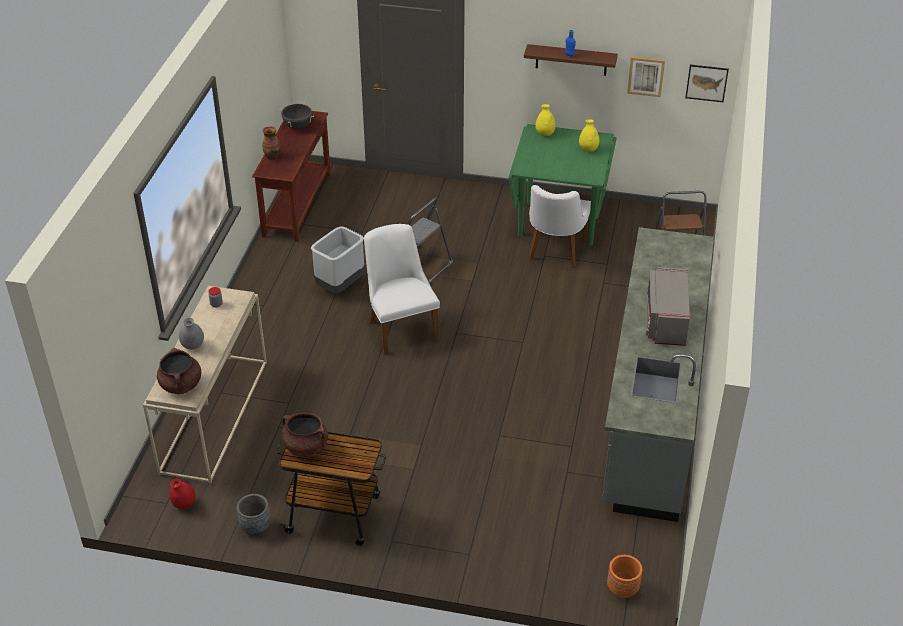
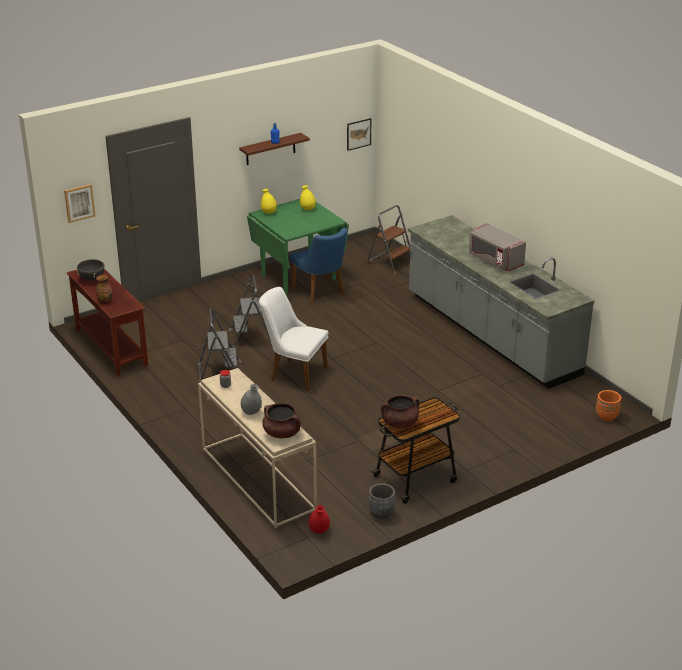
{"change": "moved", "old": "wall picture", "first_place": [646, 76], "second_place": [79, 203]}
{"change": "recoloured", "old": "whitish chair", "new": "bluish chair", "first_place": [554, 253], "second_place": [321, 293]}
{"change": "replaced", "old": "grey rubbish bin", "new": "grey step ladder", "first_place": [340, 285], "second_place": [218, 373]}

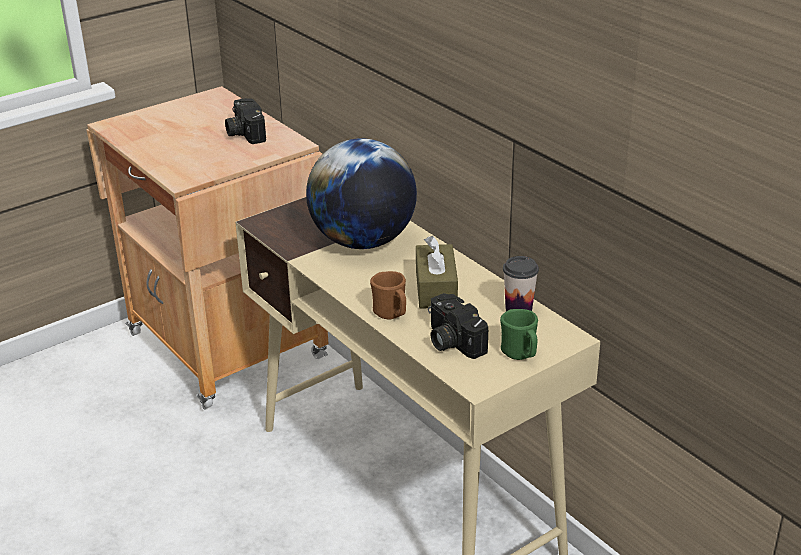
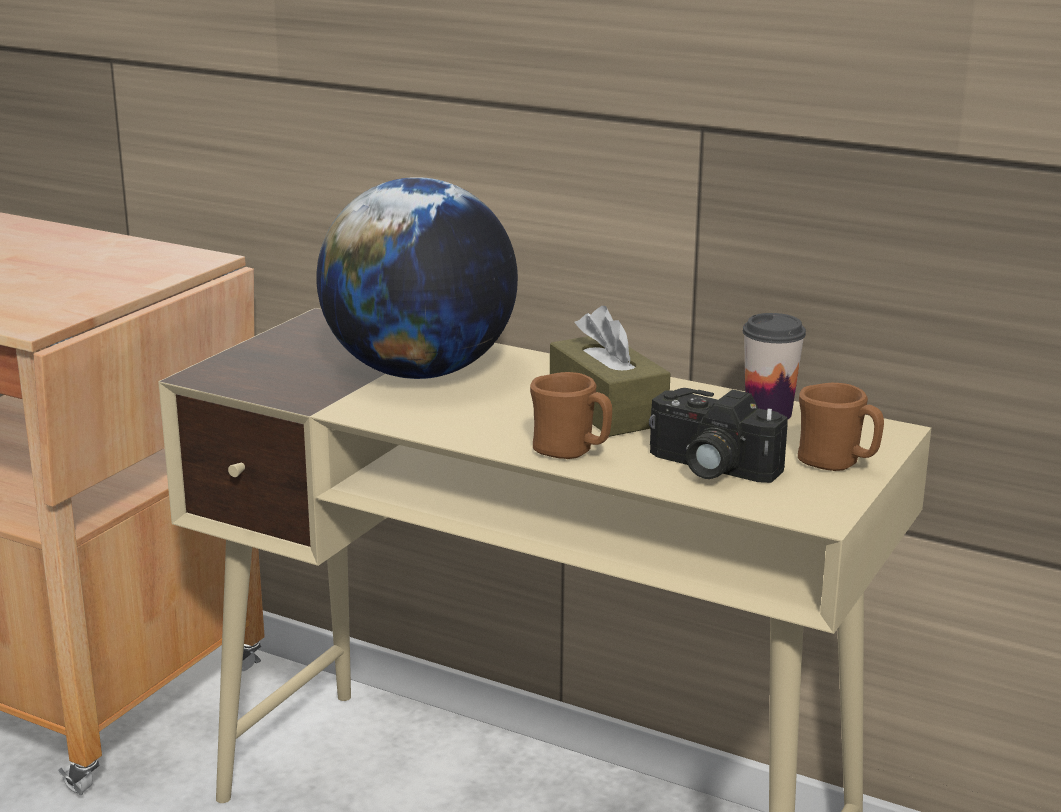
{"change": "removed", "old": "still camera", "first_place": [244, 133]}
{"change": "recoloured", "old": "greenish tea mug", "new": "brownish tea mug", "first_place": [520, 354], "second_place": [836, 464]}

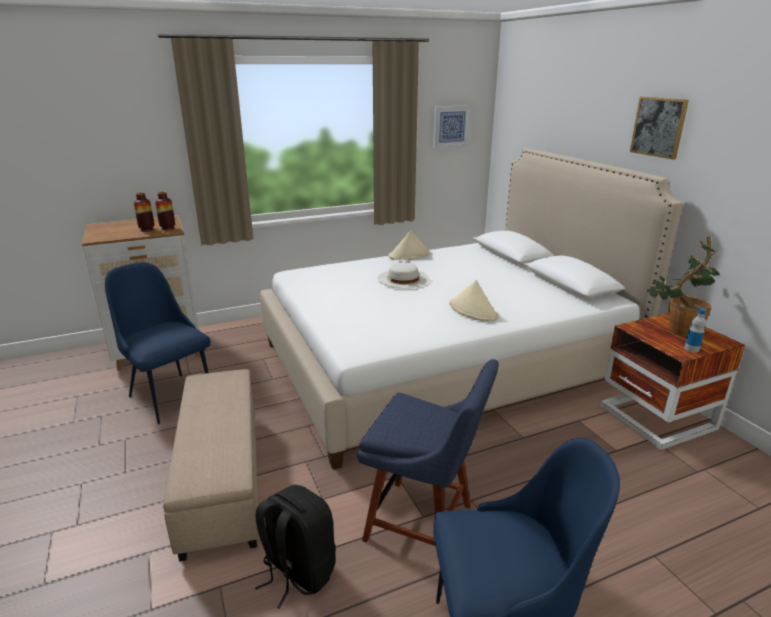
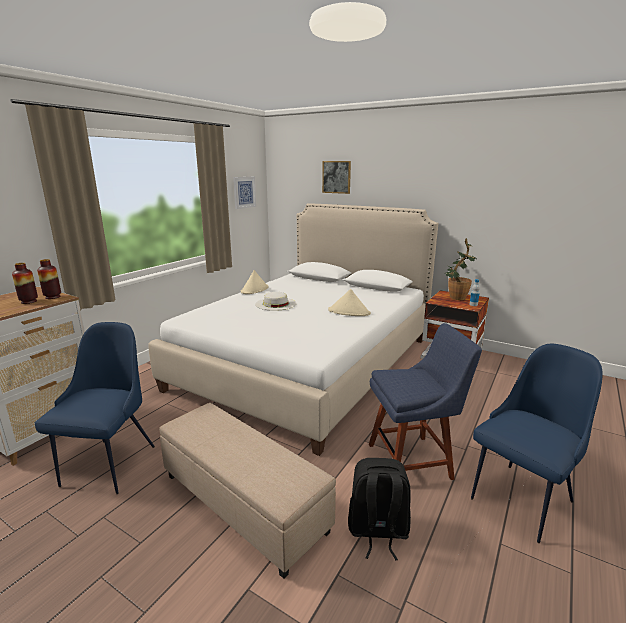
{"change": "moved", "old": "wall picture", "first_place": [659, 127], "second_place": [336, 177]}
{"change": "turned", "old": "bluish chair", "first_place": [170, 398], "second_place": [110, 465], "degrees": 90}

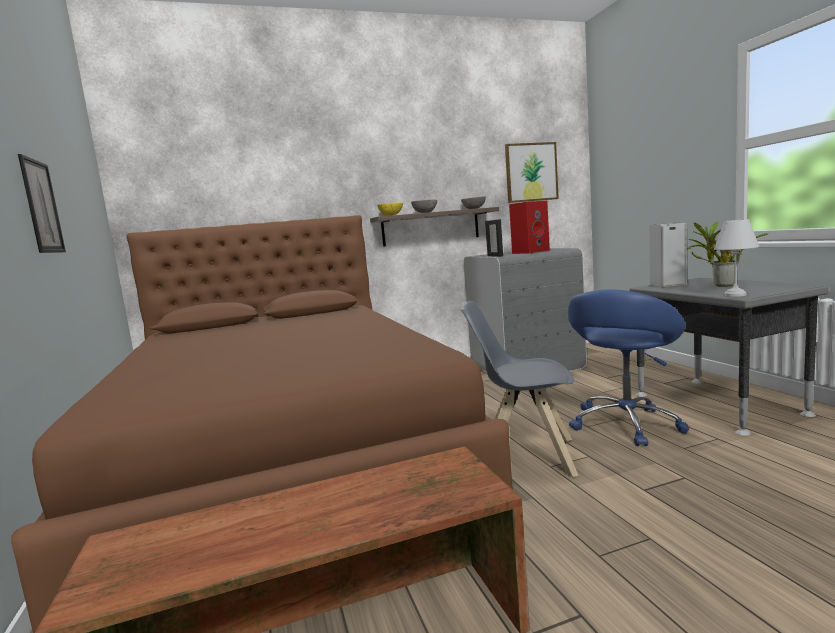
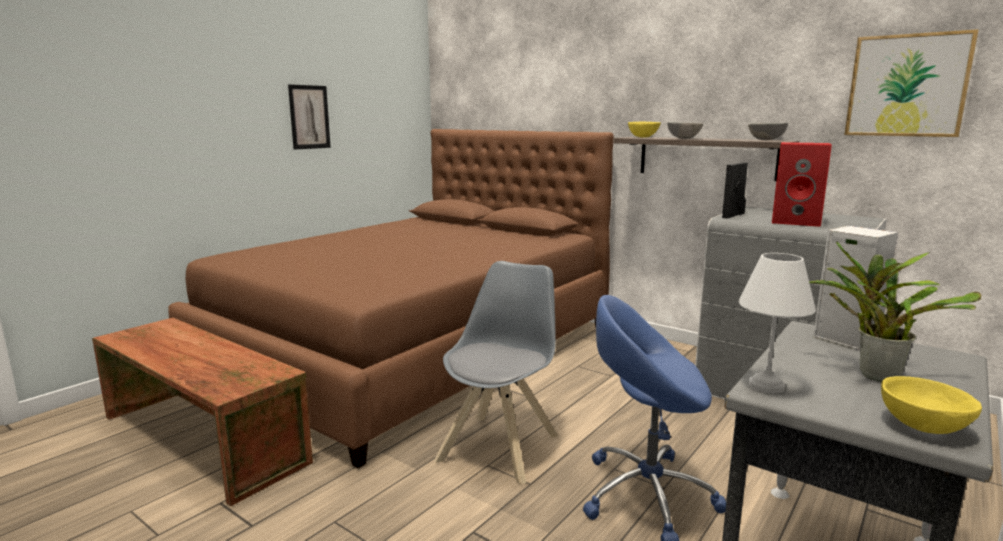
{"change": "turned", "old": "grey chair", "first_place": [524, 455], "second_place": [500, 445], "degrees": 45}
{"change": "added", "new": "yellow-coloured deep dish", "second_place": [922, 426]}

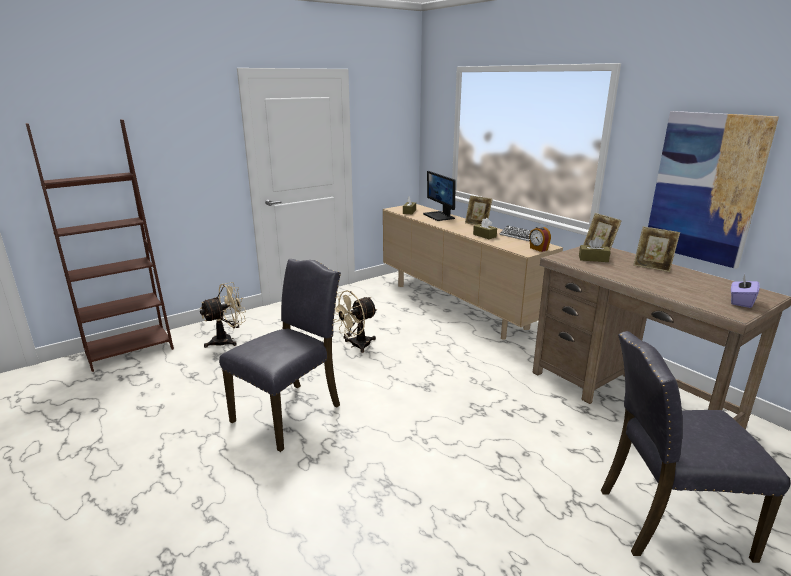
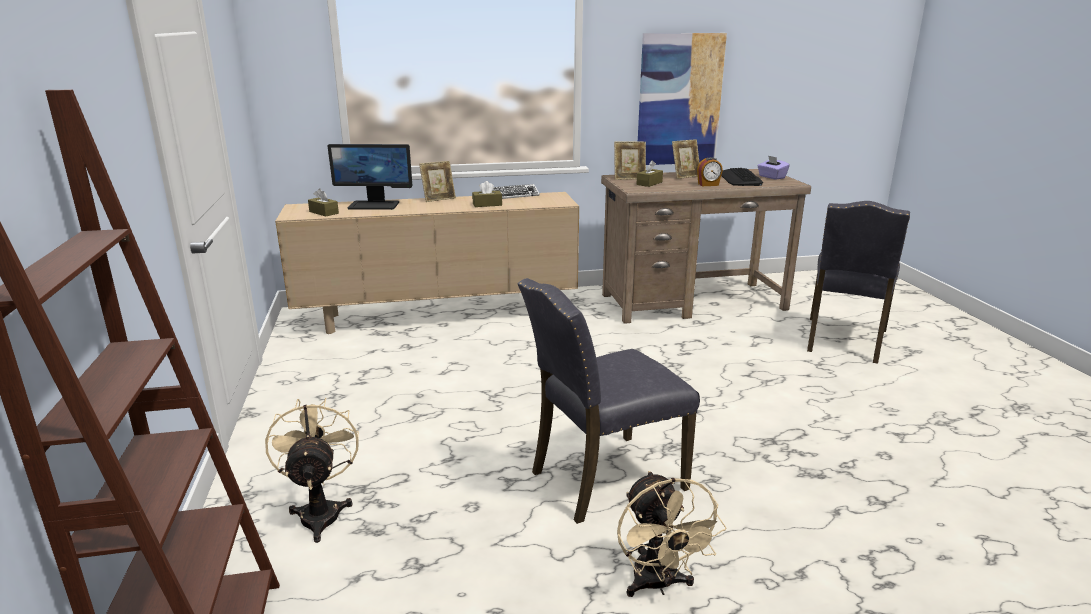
{"change": "moved", "old": "bedside clock", "first_place": [538, 249], "second_place": [708, 185]}
{"change": "turned", "old": "grey chair", "first_place": [290, 412], "second_place": [603, 479], "degrees": -90}
{"change": "moved", "old": "beige-coloured electric fan", "first_place": [356, 345], "second_place": [658, 585]}
{"change": "added", "new": "keyboard", "second_place": [739, 178]}

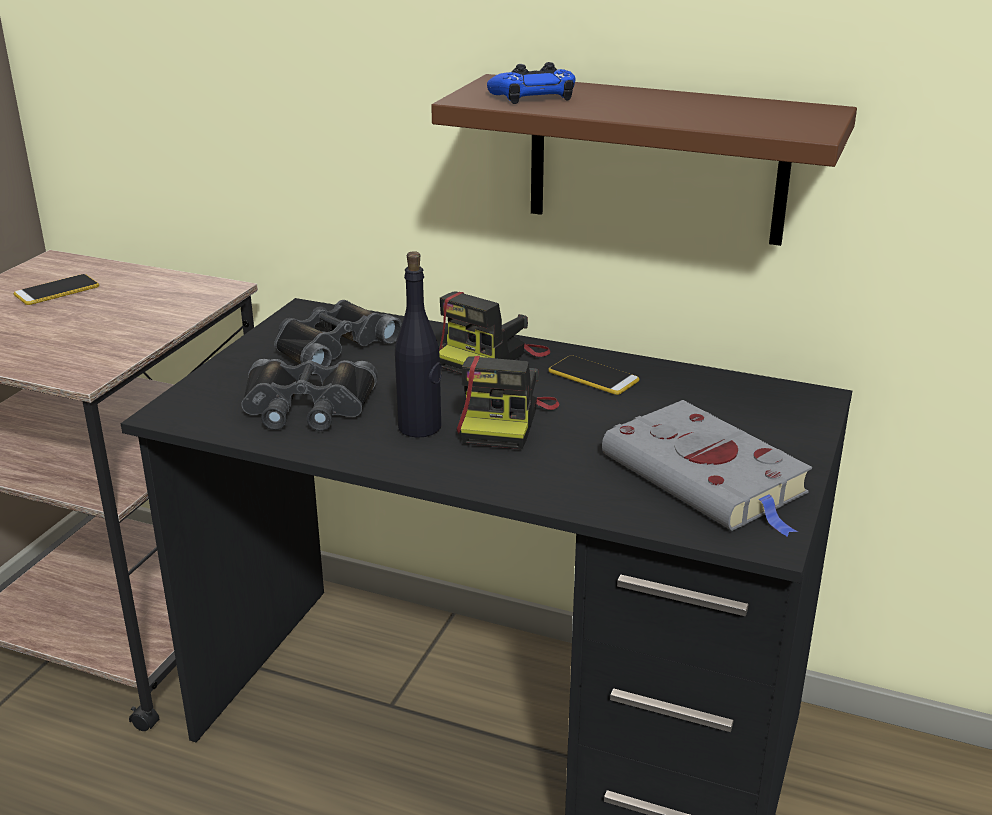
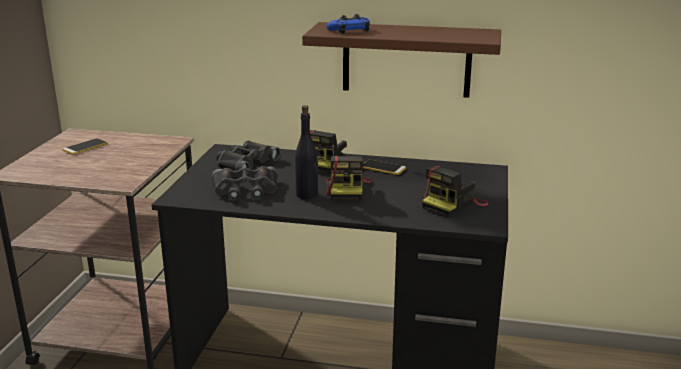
{"change": "replaced", "old": "grey bound book", "new": "still camera", "first_place": [708, 477], "second_place": [453, 204]}

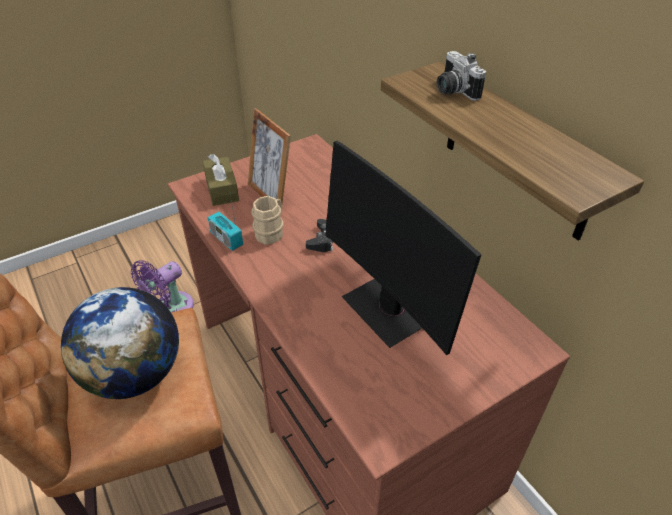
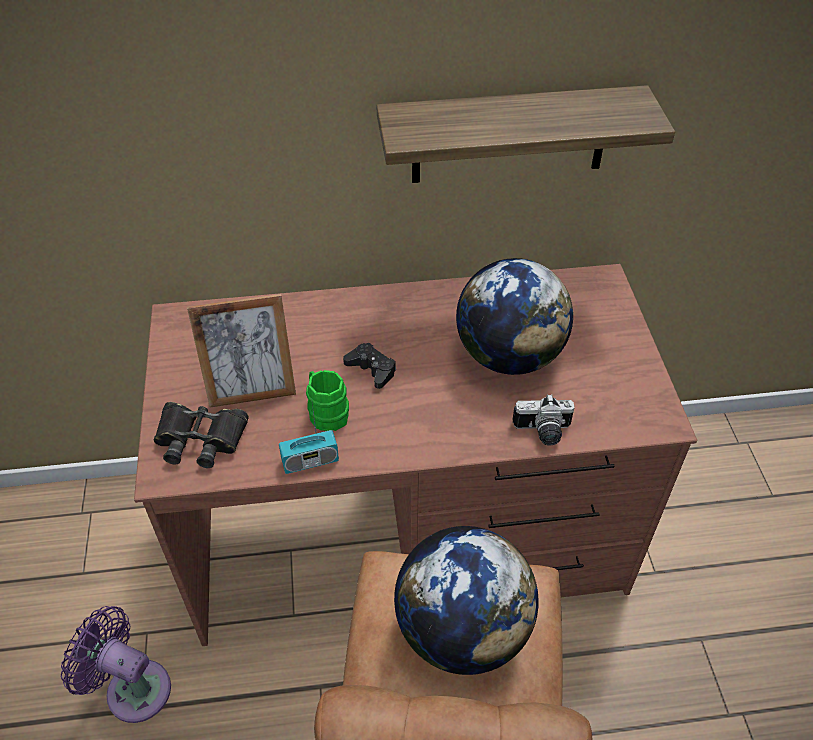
{"change": "moved", "old": "still camera", "first_place": [453, 90], "second_place": [543, 432]}
{"change": "replaced", "old": "monitor", "new": "world globe", "first_place": [389, 309], "second_place": [509, 355]}
{"change": "replaced", "old": "brownish tissue holder", "new": "black binoculars", "first_place": [222, 189], "second_place": [200, 438]}
{"change": "recoloured", "old": "beige-coloured tea mug", "new": "greenish tea mug", "first_place": [271, 232], "second_place": [326, 412]}
{"change": "turned", "old": "purple-coloured electric fan", "first_place": [170, 309], "second_place": [132, 688], "degrees": 135}

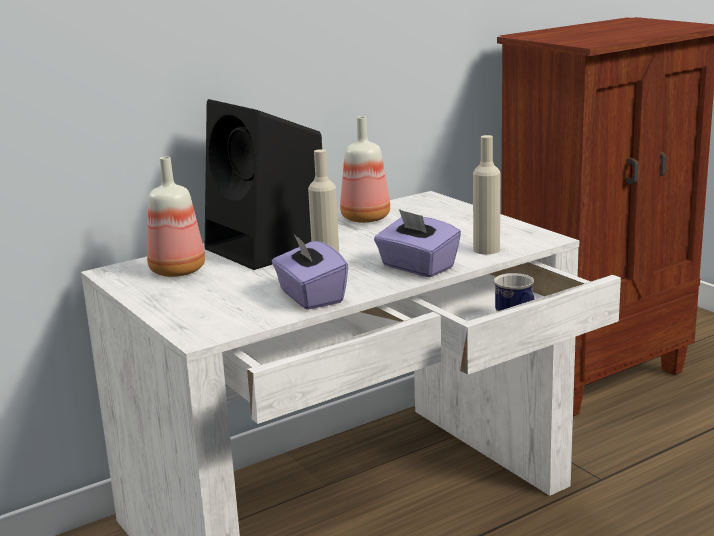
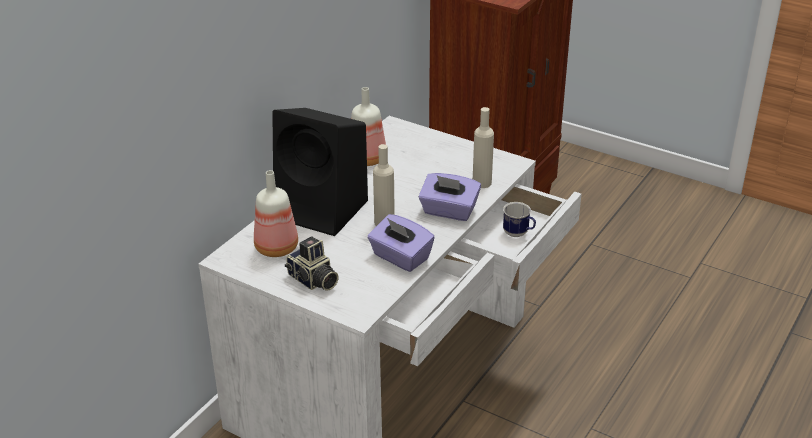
{"change": "added", "new": "still camera", "second_place": [312, 280]}

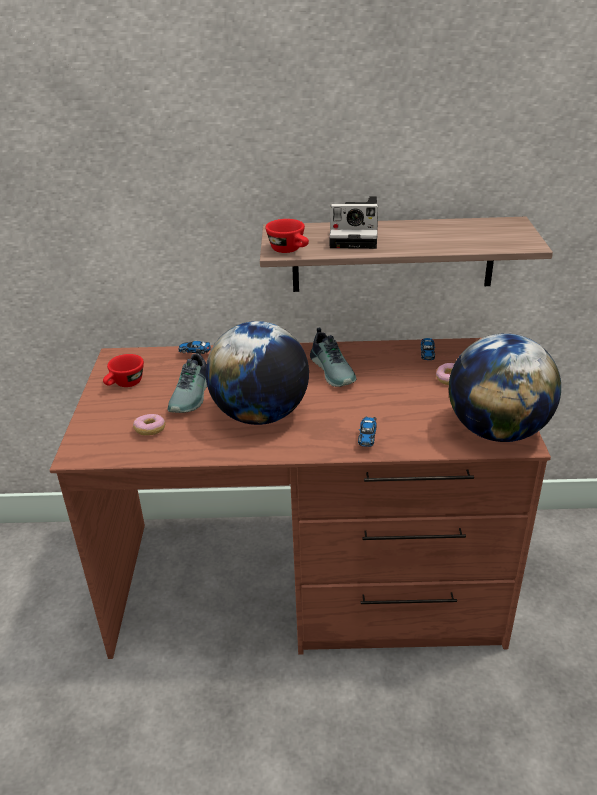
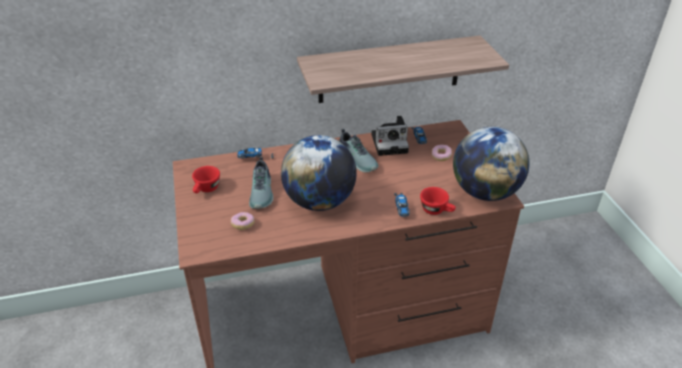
{"change": "moved", "old": "still camera", "first_place": [356, 237], "second_place": [391, 143]}
{"change": "moved", "old": "red small cup", "first_place": [290, 250], "second_place": [437, 210]}

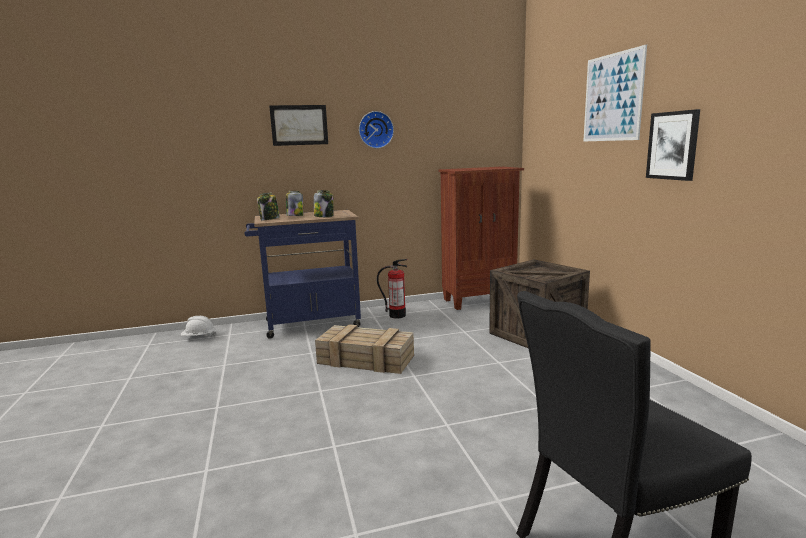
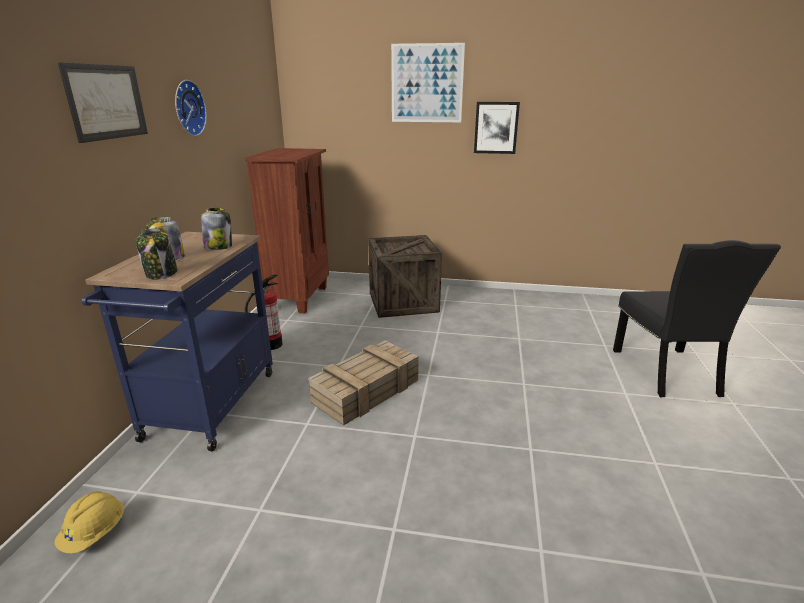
{"change": "recoloured", "old": "whitish safety helmet", "new": "yellow-coloured safety helmet", "first_place": [199, 337], "second_place": [95, 534]}

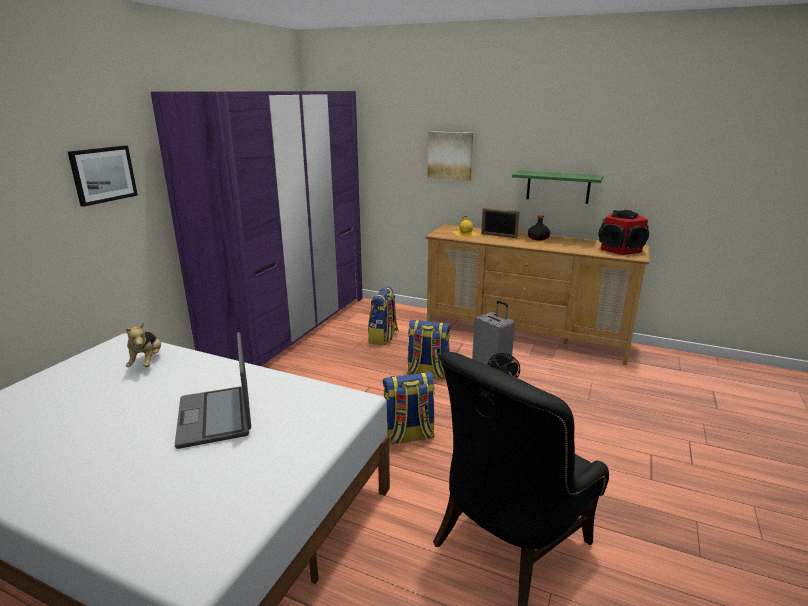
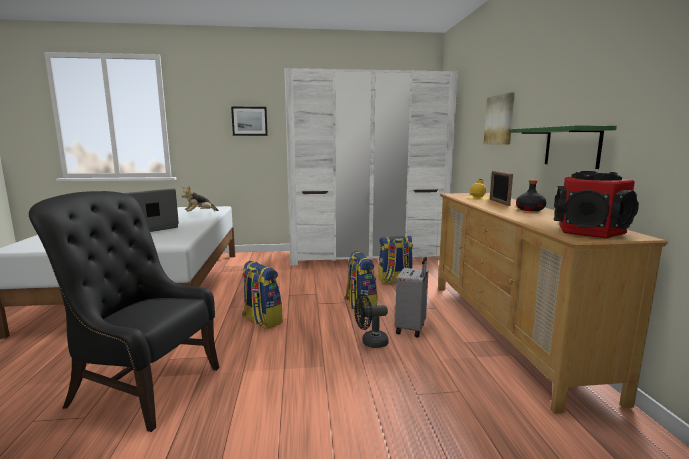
{"change": "recoloured", "old": "purple-coloured clothes cupboard", "new": "whitish clothes cupboard", "first_place": [291, 326], "second_place": [366, 255]}

